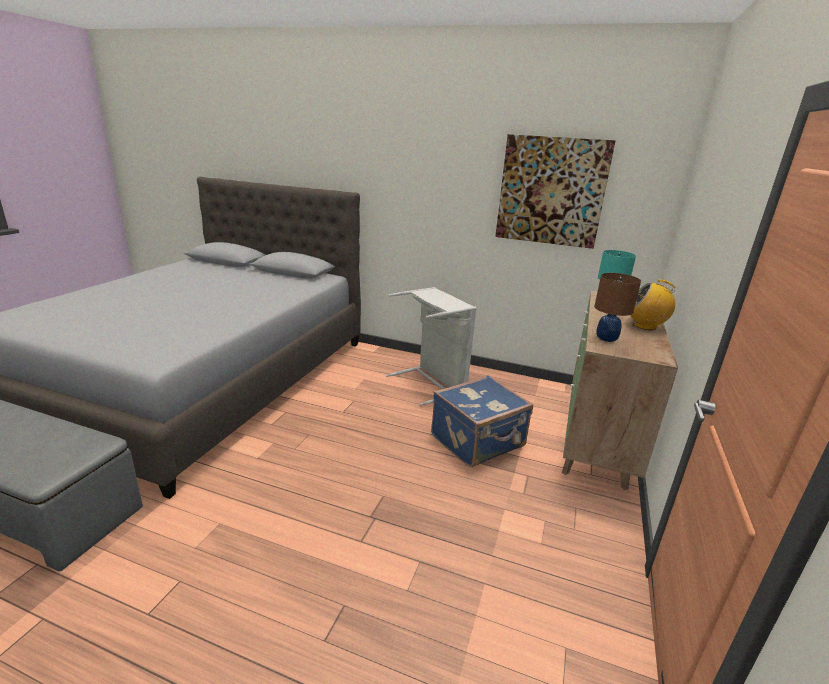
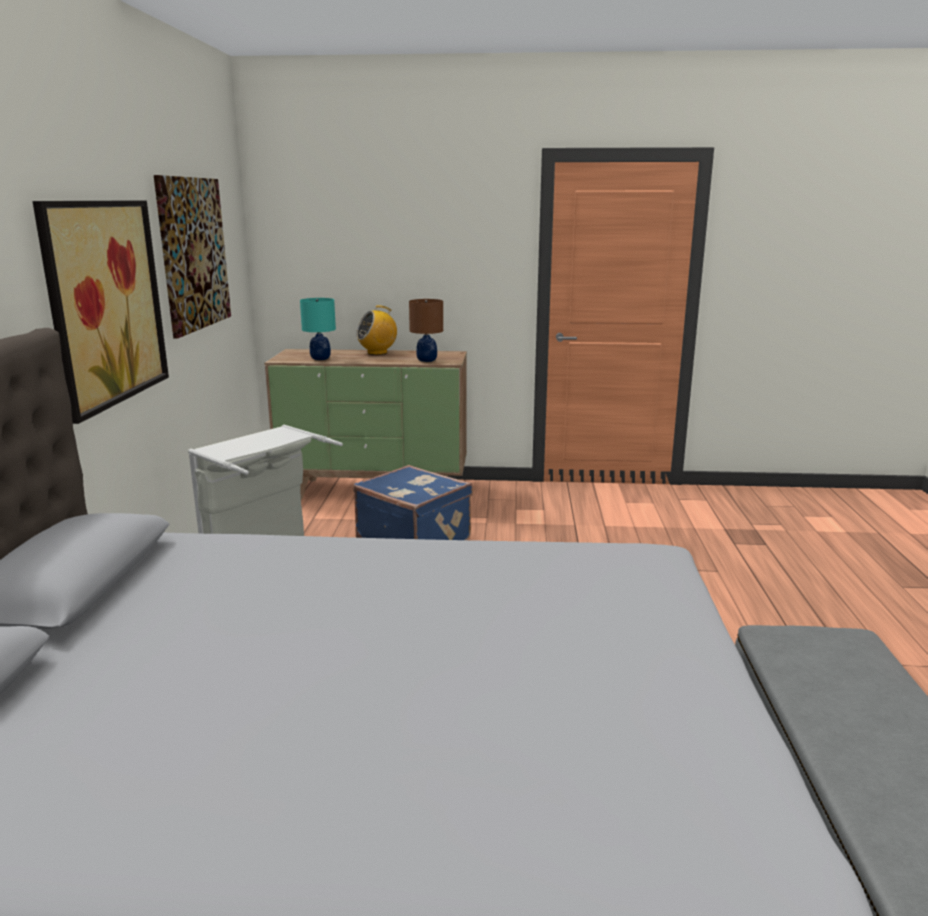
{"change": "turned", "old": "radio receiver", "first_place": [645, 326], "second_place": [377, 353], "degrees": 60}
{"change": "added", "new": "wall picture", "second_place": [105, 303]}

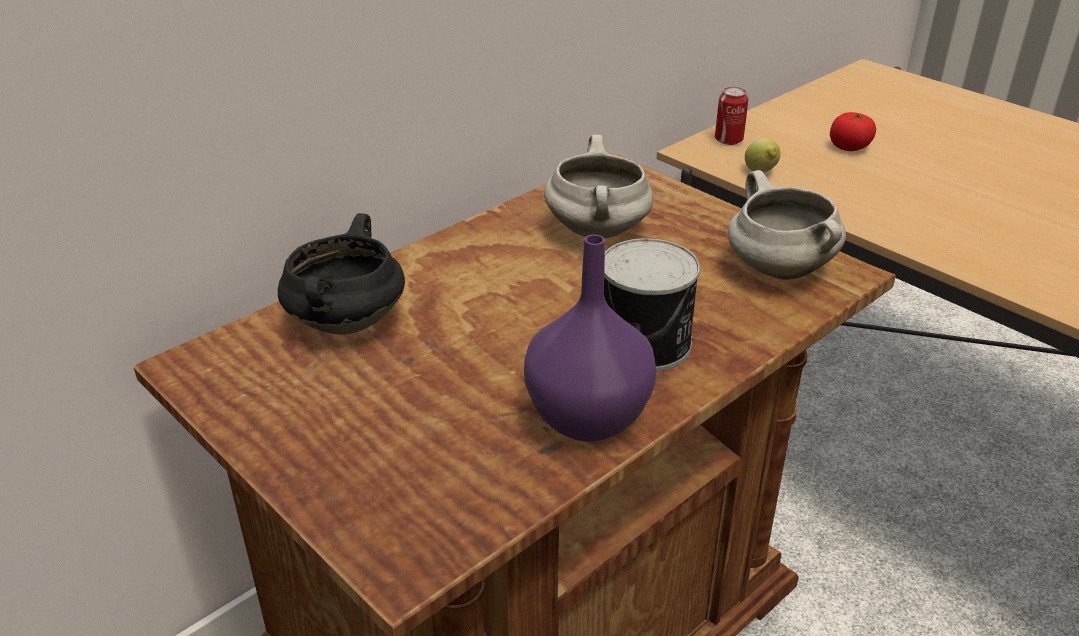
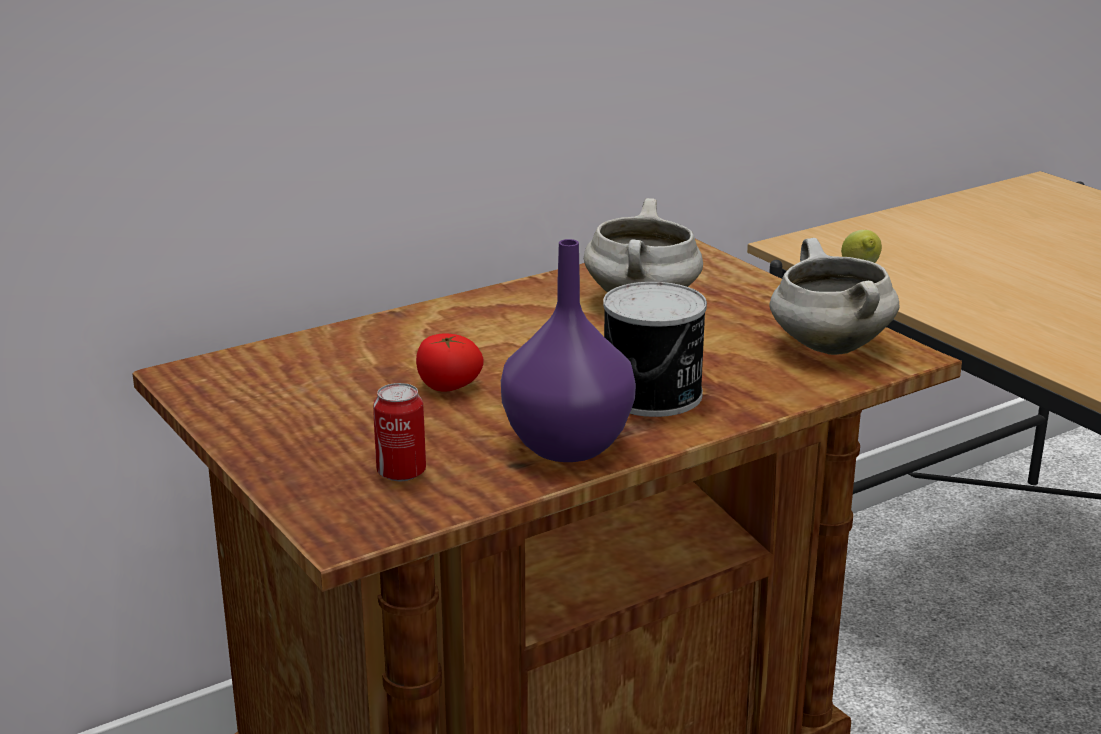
{"change": "moved", "old": "sealed can", "first_place": [728, 140], "second_place": [401, 472]}
{"change": "moved", "old": "whole tomato", "first_place": [849, 148], "second_place": [448, 386]}
{"change": "removed", "old": "black saucepot", "first_place": [346, 321]}

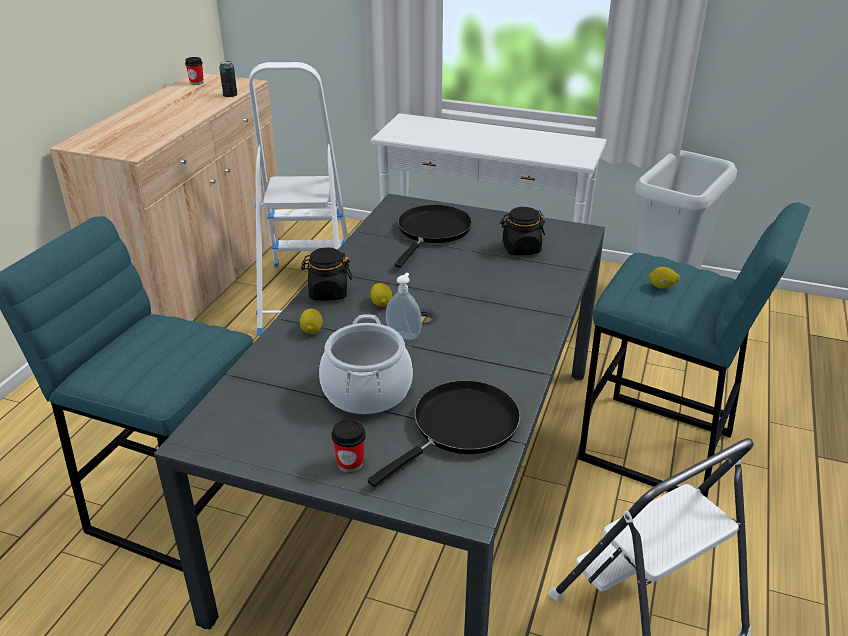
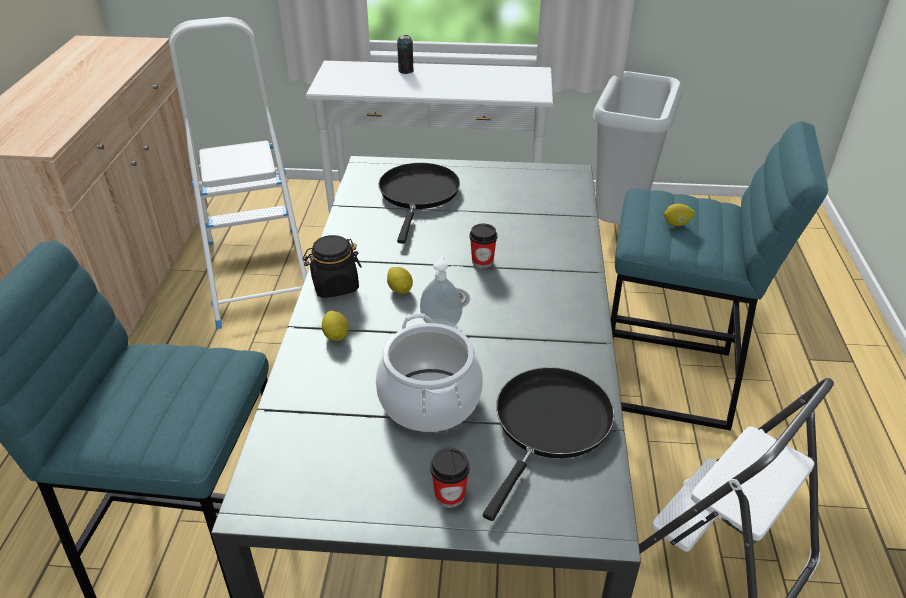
{"change": "moved", "old": "small cup", "first_place": [196, 83], "second_place": [482, 262]}
{"change": "moved", "old": "sealed can", "first_place": [230, 95], "second_place": [406, 71]}
{"change": "removed", "old": "black storage jar", "first_place": [521, 249]}

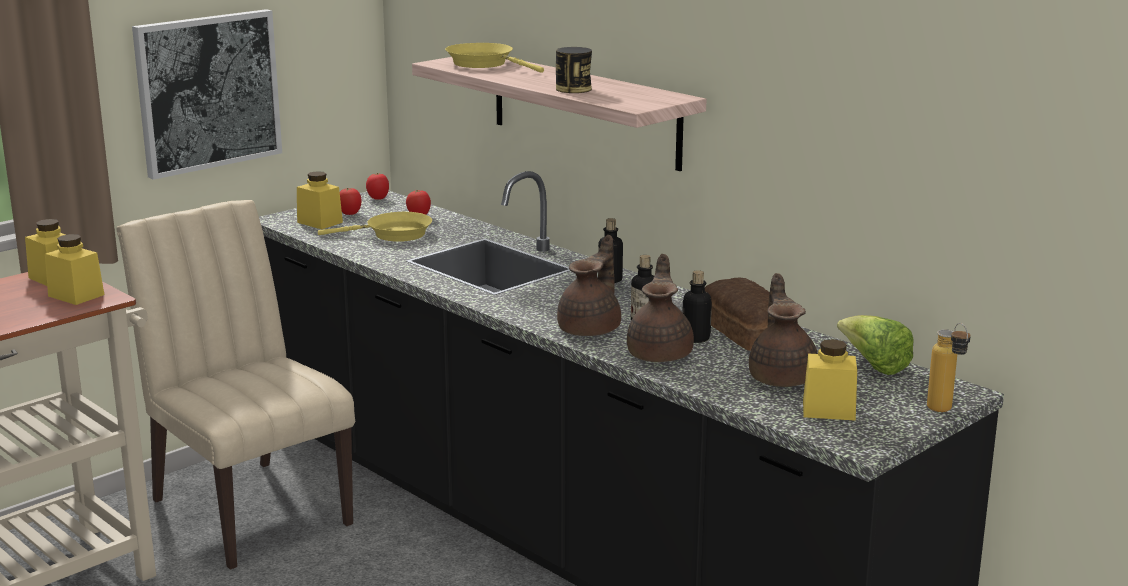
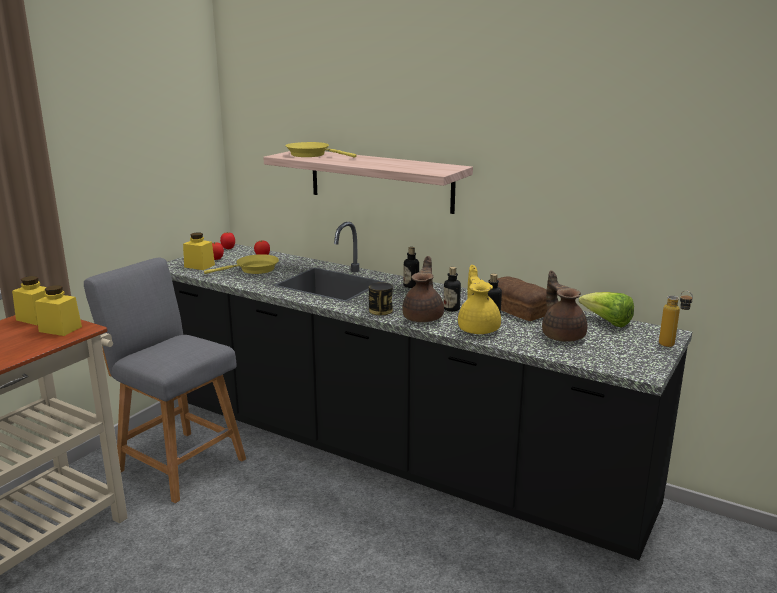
{"change": "removed", "old": "wall picture", "first_place": [208, 92]}
{"change": "moved", "old": "sealed can", "first_place": [573, 89], "second_place": [380, 311]}
{"change": "replaced", "old": "beige-coloured chair", "new": "grey stool seat", "first_place": [252, 513], "second_place": [177, 463]}
{"change": "recoloured", "old": "brownish tea pot", "new": "yellow-coloured tea pot", "first_place": [661, 354], "second_place": [478, 328]}
{"change": "removed", "old": "yellow-coloured storage jar", "first_place": [828, 410]}

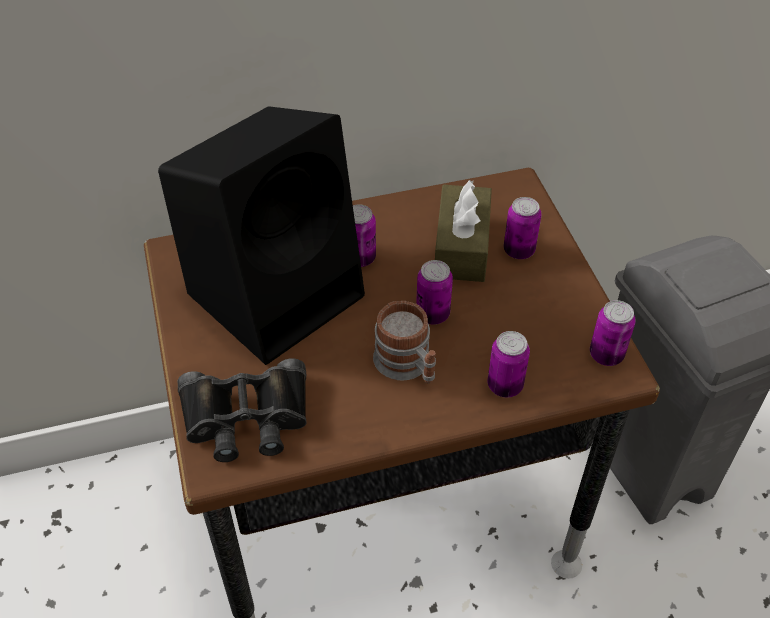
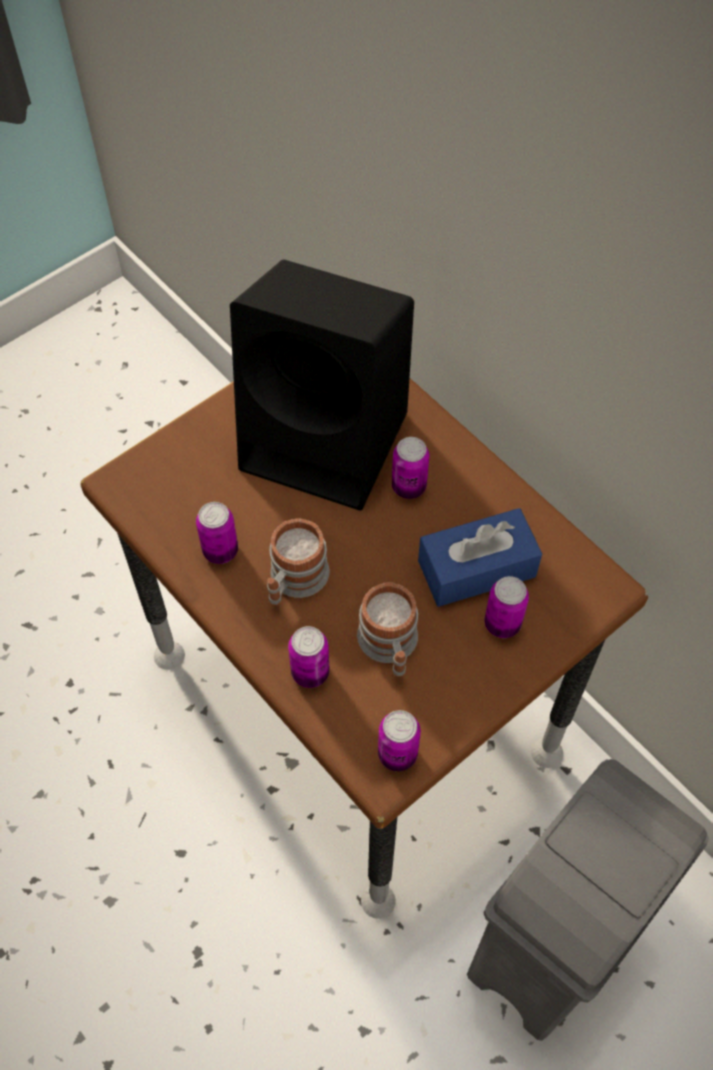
{"change": "recoloured", "old": "brownish tissue holder", "new": "bluish tissue holder", "first_place": [461, 247], "second_place": [476, 568]}
{"change": "moved", "old": "sealed can", "first_place": [432, 314], "second_place": [220, 551]}
{"change": "removed", "old": "black binoculars", "first_place": [246, 418]}
{"change": "added", "new": "tea mug", "second_place": [390, 646]}

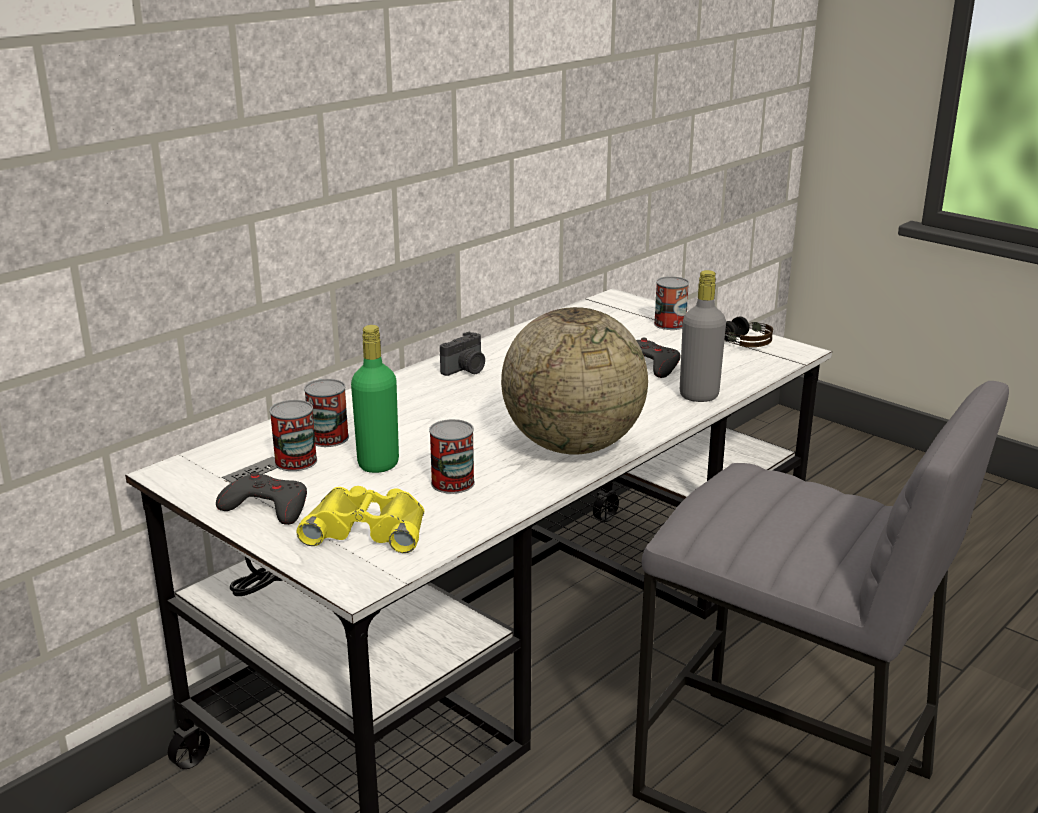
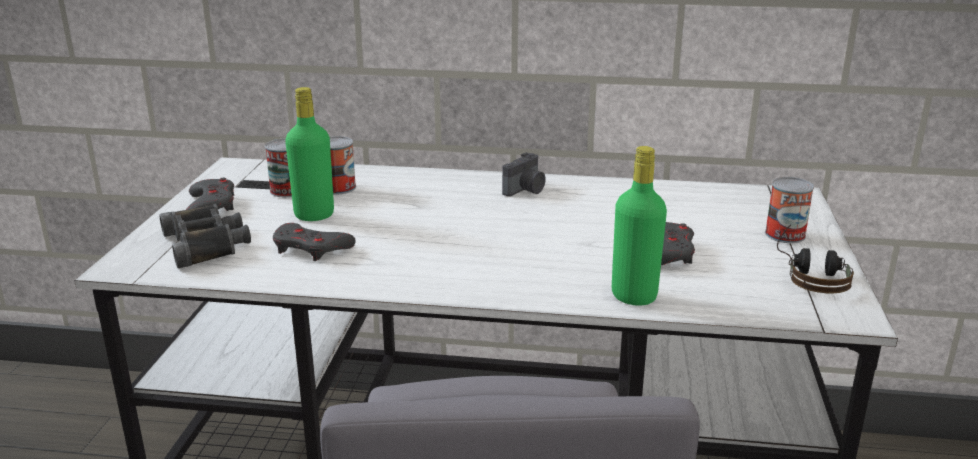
{"change": "recoloured", "old": "grey bottle", "new": "greenish bottle", "first_place": [699, 396], "second_place": [634, 296]}
{"change": "removed", "old": "world globe", "first_place": [572, 446]}
{"change": "turned", "old": "still camera", "first_place": [466, 370], "second_place": [526, 190], "degrees": -60}
{"change": "replaced", "old": "sealed can", "new": "grey joypad", "first_place": [452, 483], "second_place": [311, 248]}
{"change": "recoloured", "old": "yellow-coloured binoculars", "new": "black binoculars", "first_place": [367, 528], "second_place": [206, 244]}

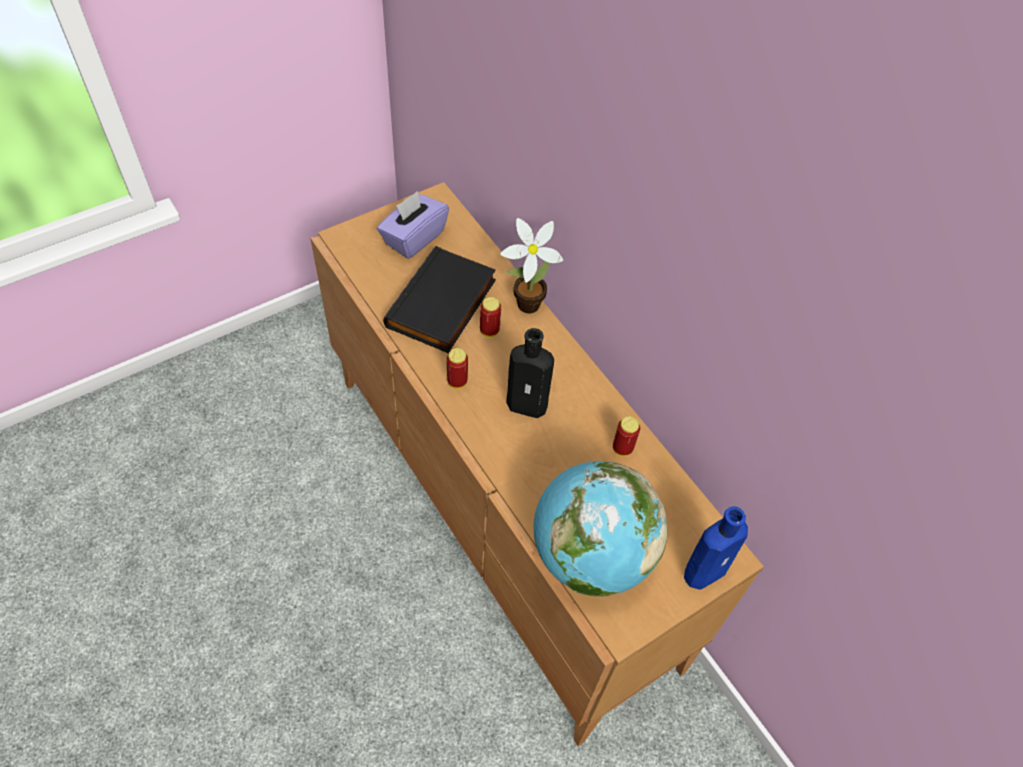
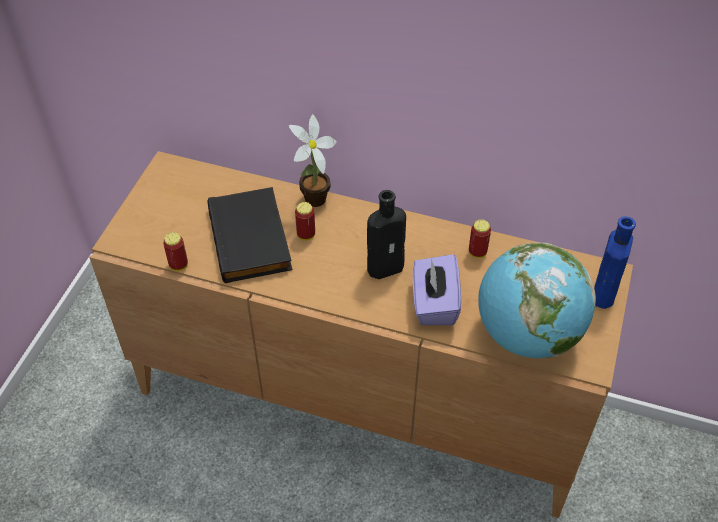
{"change": "moved", "old": "purple-coloured tissue holder", "first_place": [413, 238], "second_place": [434, 304]}
{"change": "moved", "old": "sealed can", "first_place": [457, 381], "second_place": [178, 265]}

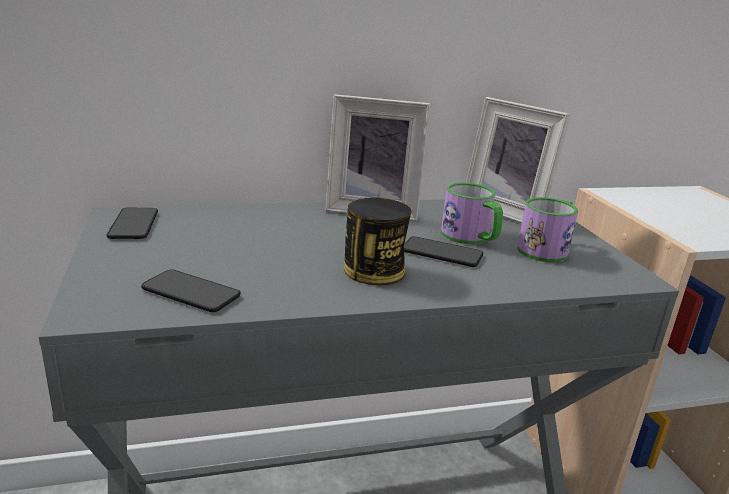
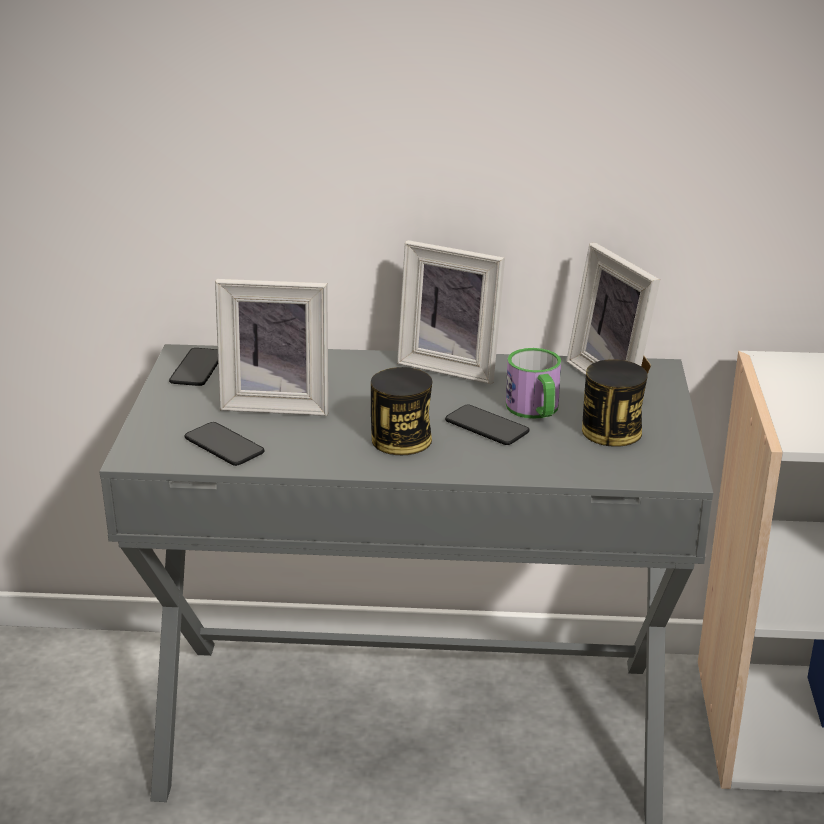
{"change": "replaced", "old": "tea mug", "new": "sealed can", "first_place": [546, 249], "second_place": [611, 431]}
{"change": "added", "new": "picture frame", "second_place": [277, 402]}

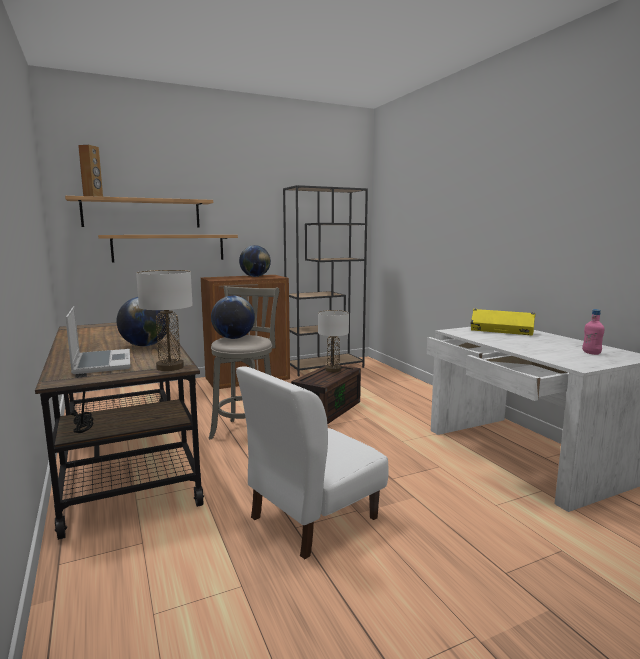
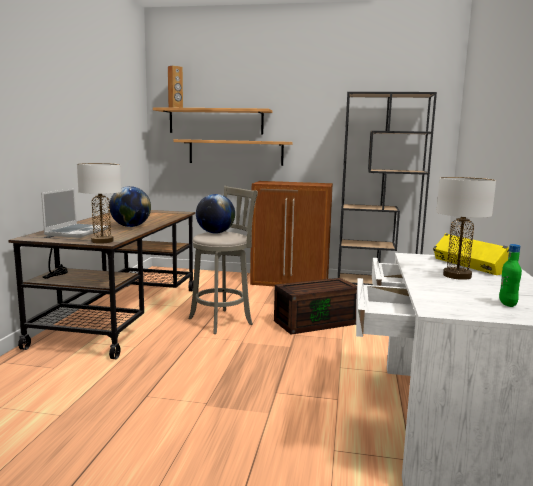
{"change": "removed", "old": "world globe", "first_place": [255, 276]}
{"change": "recoloured", "old": "pink bottle", "new": "greenish bottle", "first_place": [591, 353], "second_place": [507, 304]}
{"change": "moved", "old": "lamp for a table", "first_place": [333, 370], "second_place": [457, 276]}
{"change": "removed", "old": "whitish chair", "first_place": [312, 517]}

